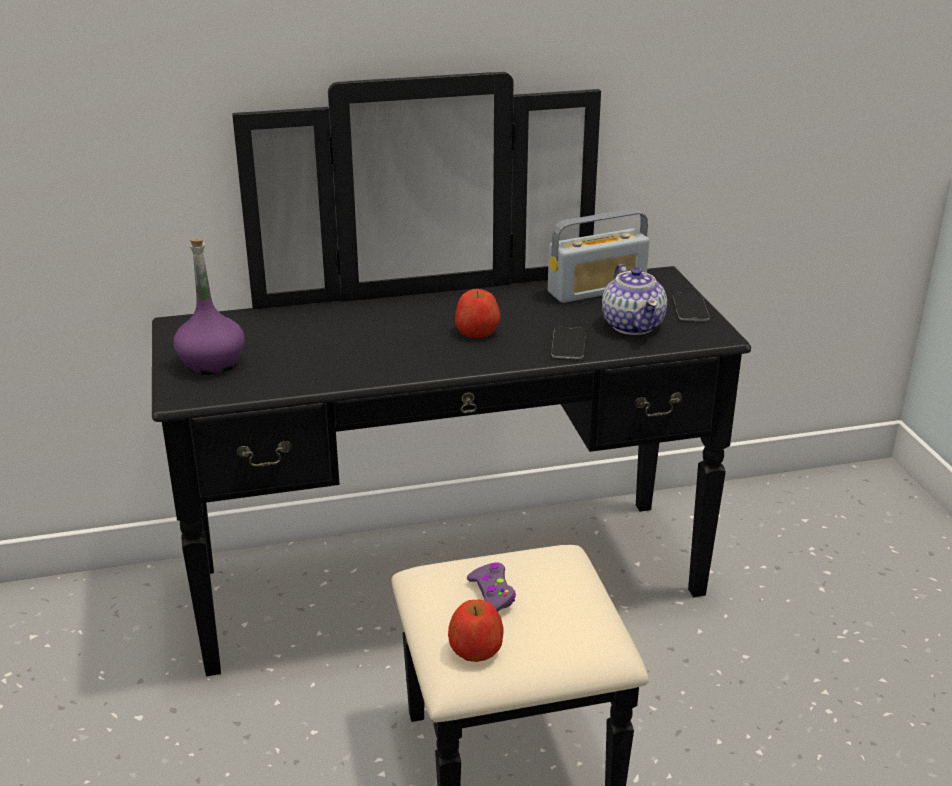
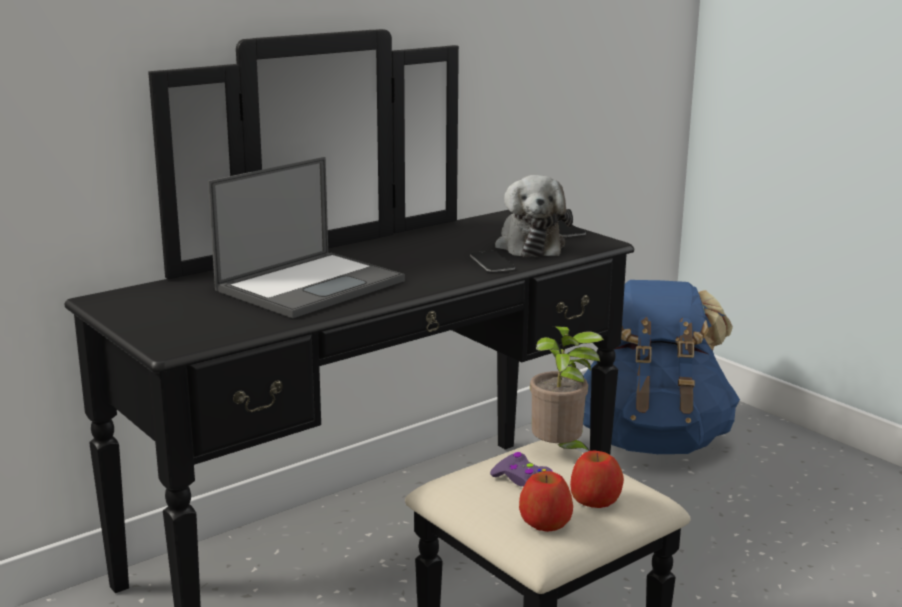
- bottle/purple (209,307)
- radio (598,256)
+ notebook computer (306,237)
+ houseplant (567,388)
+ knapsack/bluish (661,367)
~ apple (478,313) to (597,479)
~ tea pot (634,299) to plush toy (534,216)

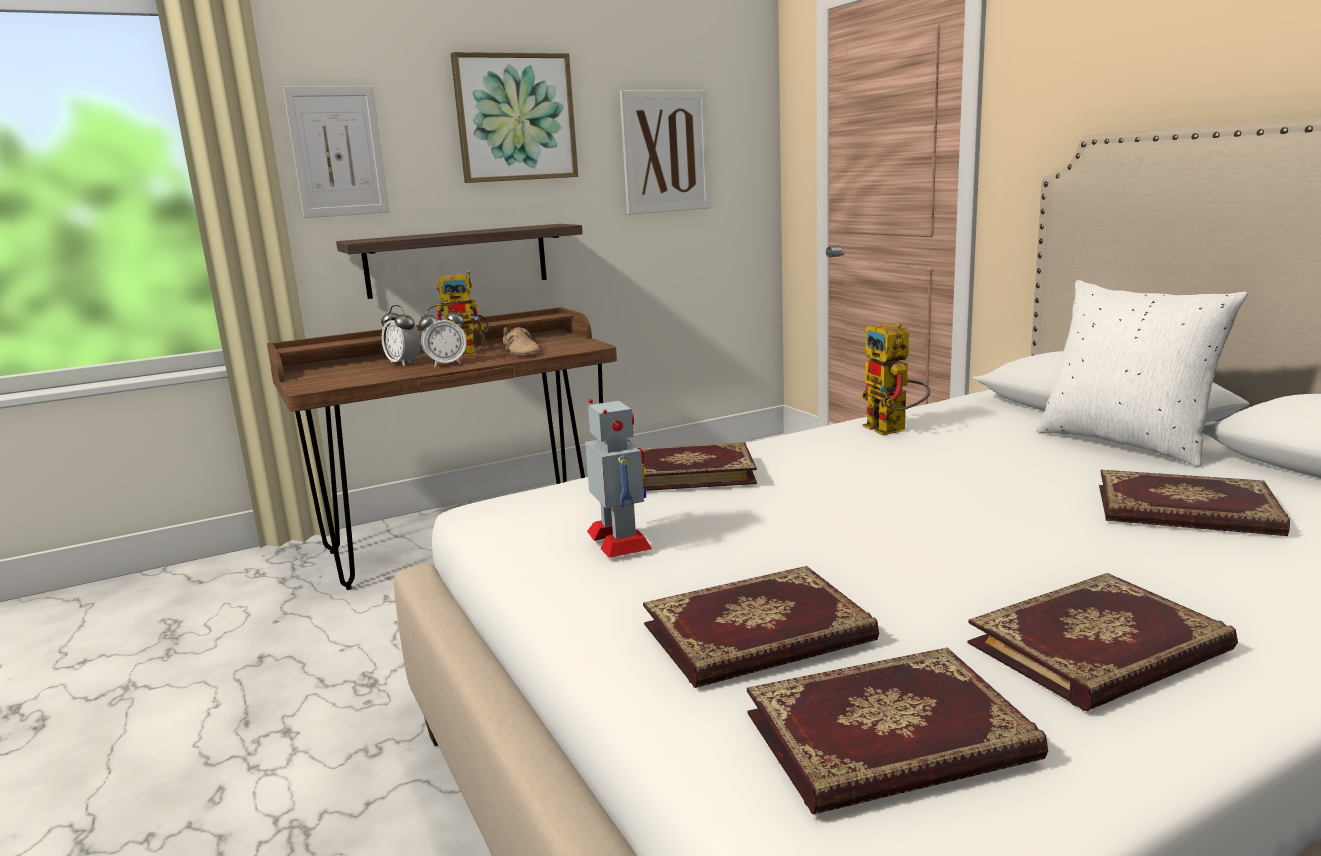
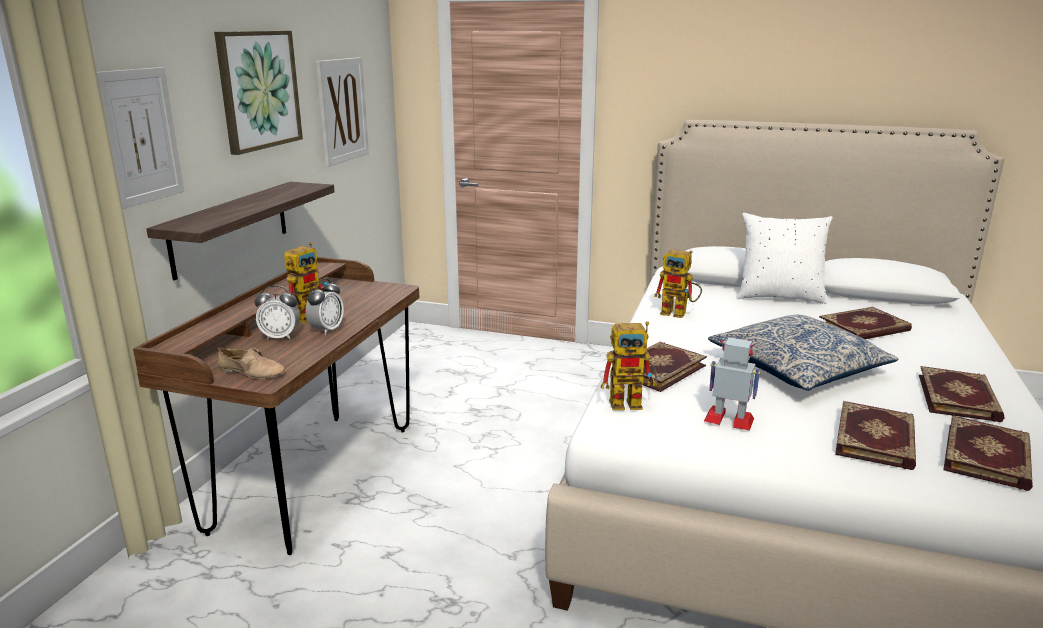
+ model robot (629,365)
+ cushion (803,353)
~ item of footwear/sand-coloured (521,341) to (251,363)

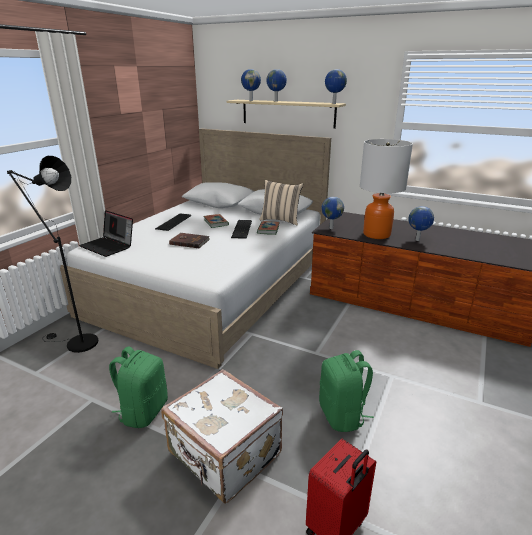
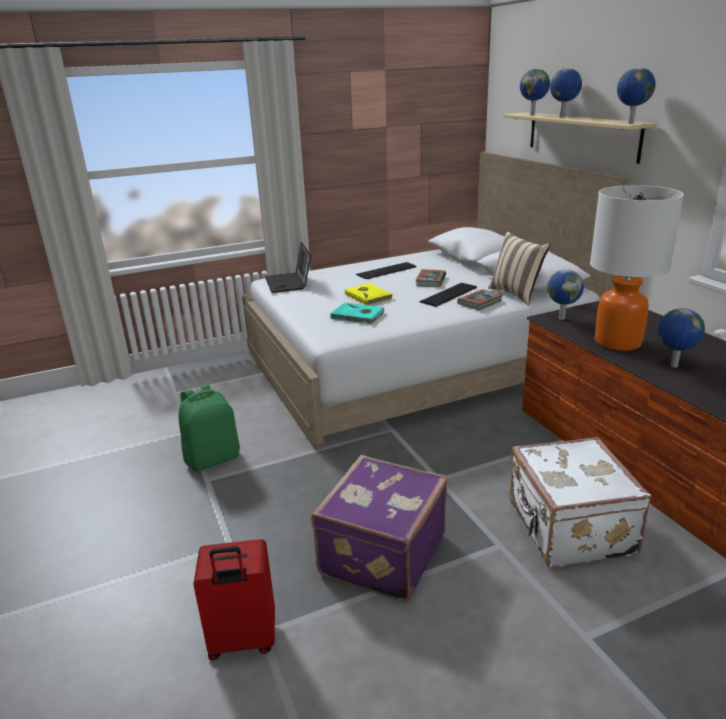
- standard lamp/black (52,254)
+ bound book/turquoise (357,313)
~ travel case/whitish (222,436) to (580,502)
~ knapsack/greenish (346,391) to travel case/purple (379,528)
~ bound book/brownish (189,240) to bound book/yellow (369,294)

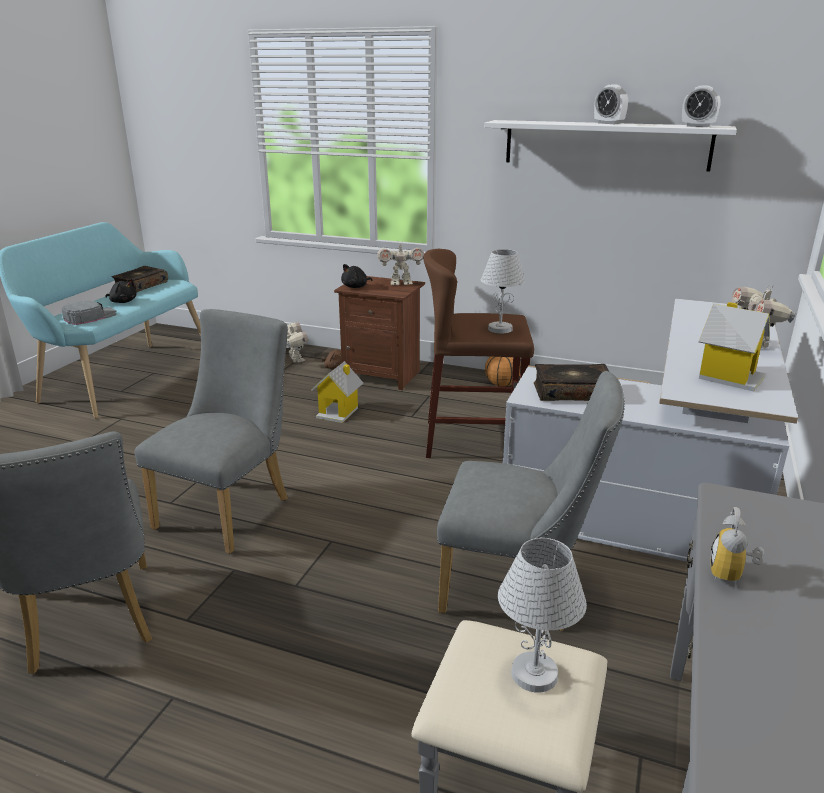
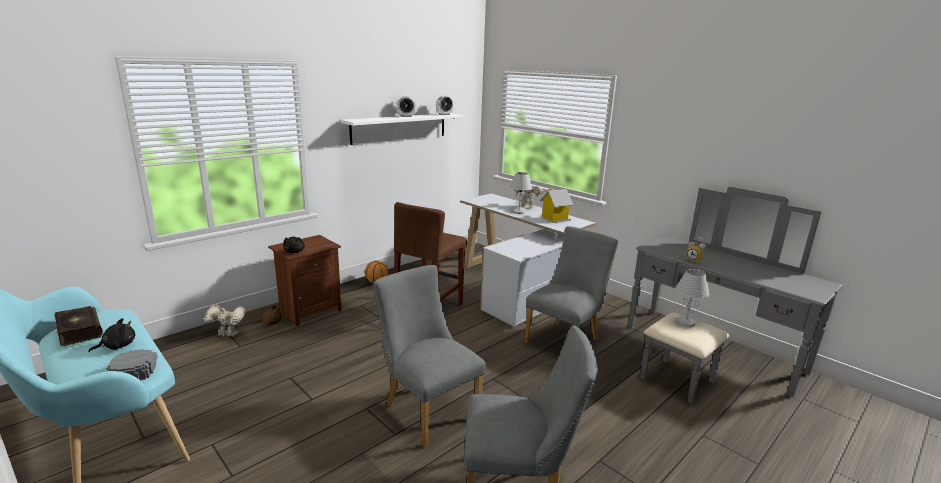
- model house (337,392)
- model robot (400,264)
- bound book (571,382)
~ tabletop lamp/whitish (503,291) to (521,193)

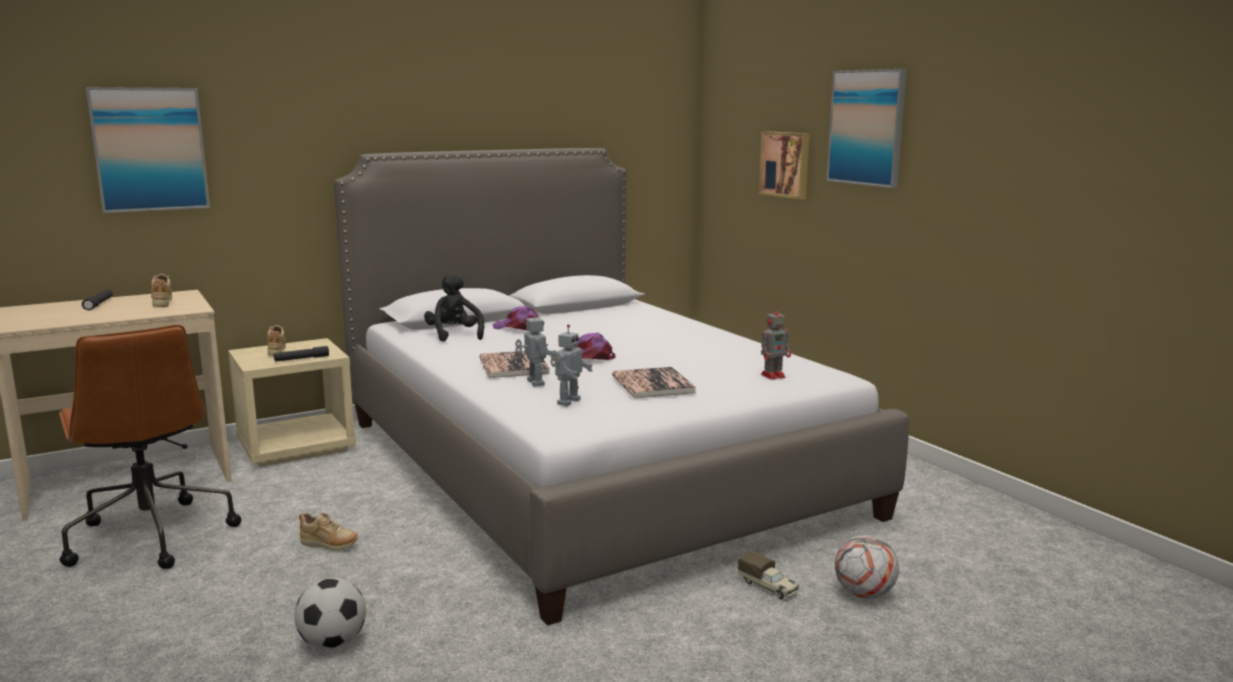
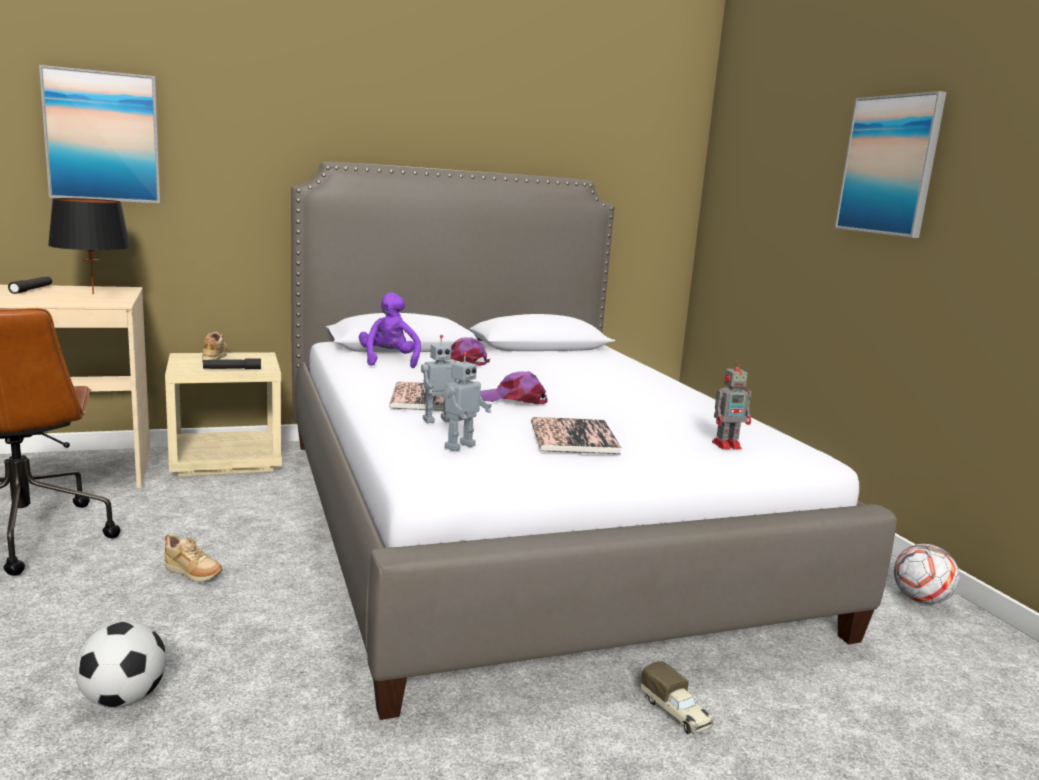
- wall picture (784,165)
~ football (867,567) to (927,574)
~ item of footwear/sand-coloured (161,290) to tabletop lamp/black (89,246)
~ plush toy/black (454,307) to plush toy/purple (390,330)
~ model robot (535,348) = (440,379) 75 degrees clockwise

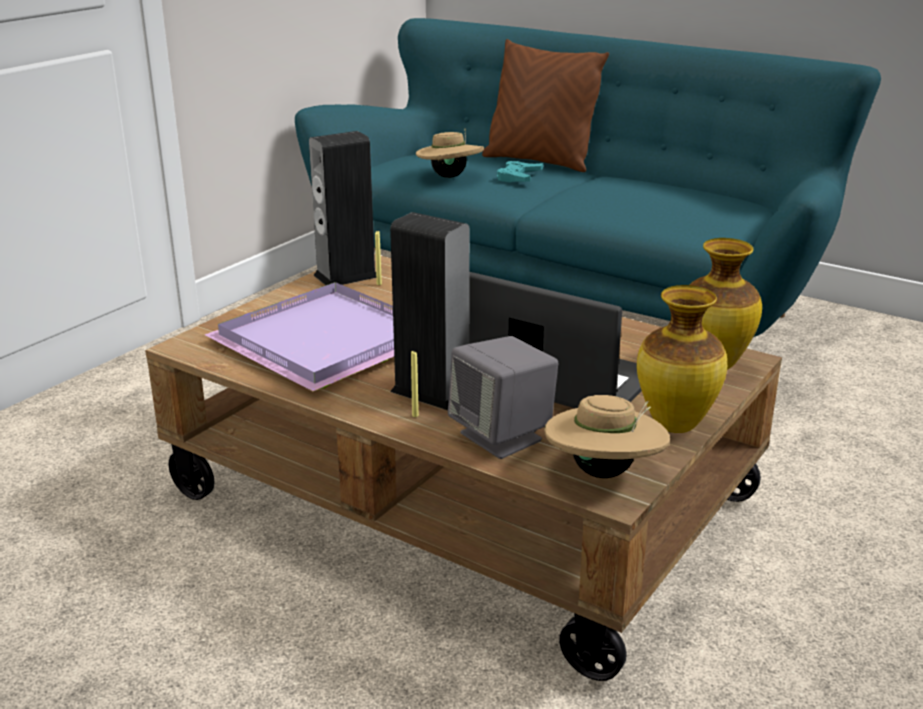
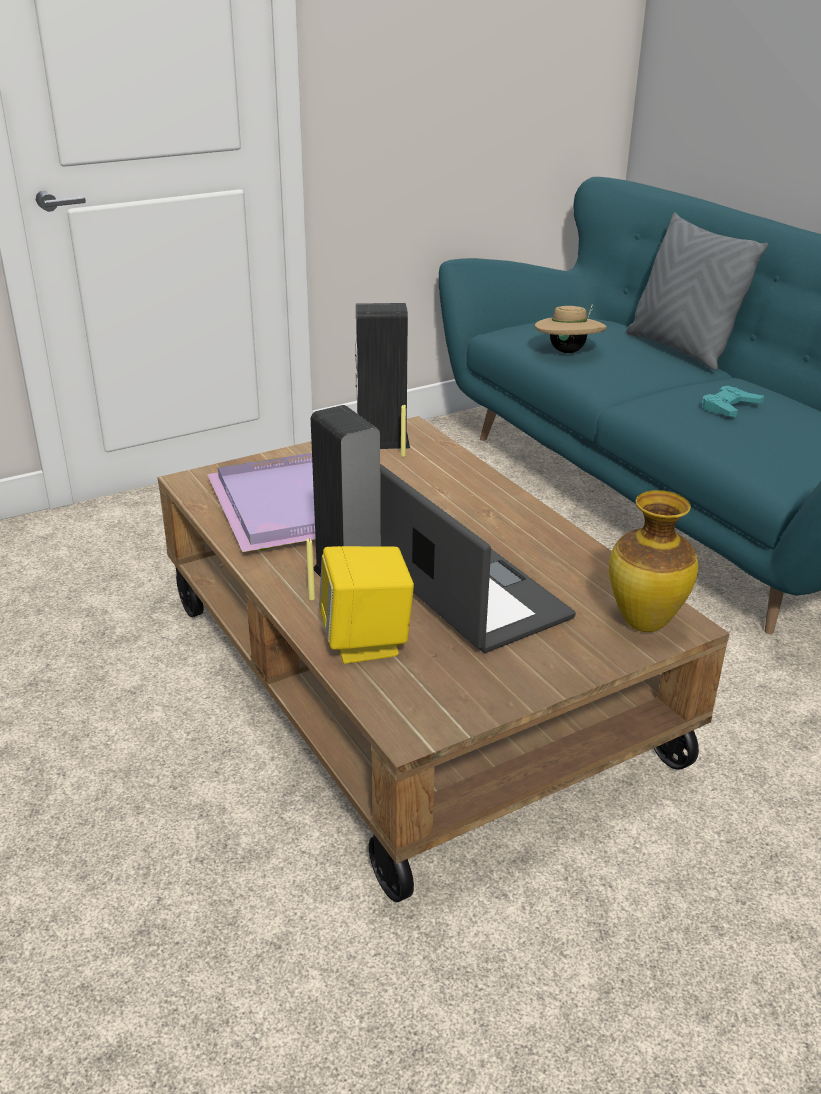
- clothing hat/sand-coloured (607,436)
- decorative vase (682,359)
~ gamepad/turquoise (520,171) to (733,401)
~ audio speaker/greyish (503,397) to audio speaker/yellow (366,605)
~ cushion/brownish (545,105) to cushion/greyish (697,291)

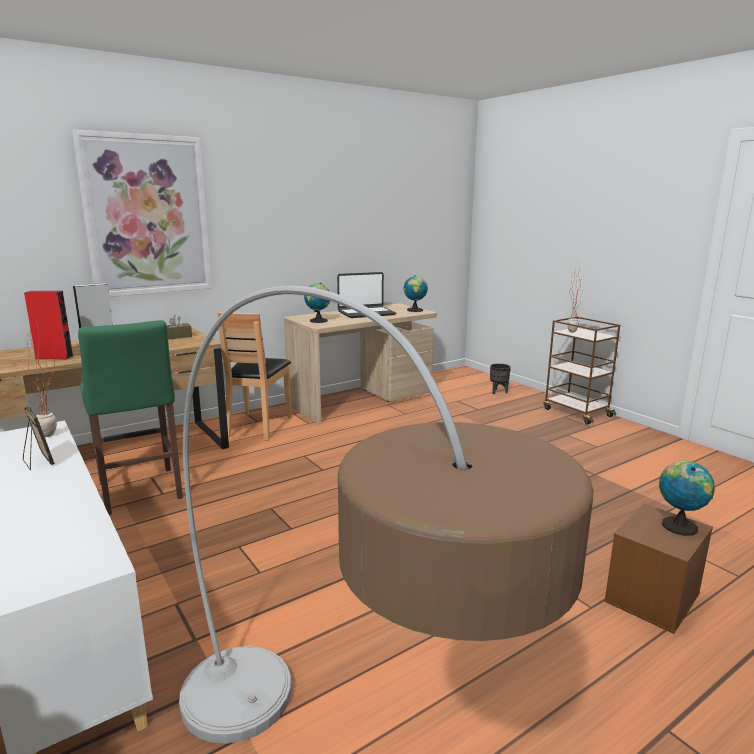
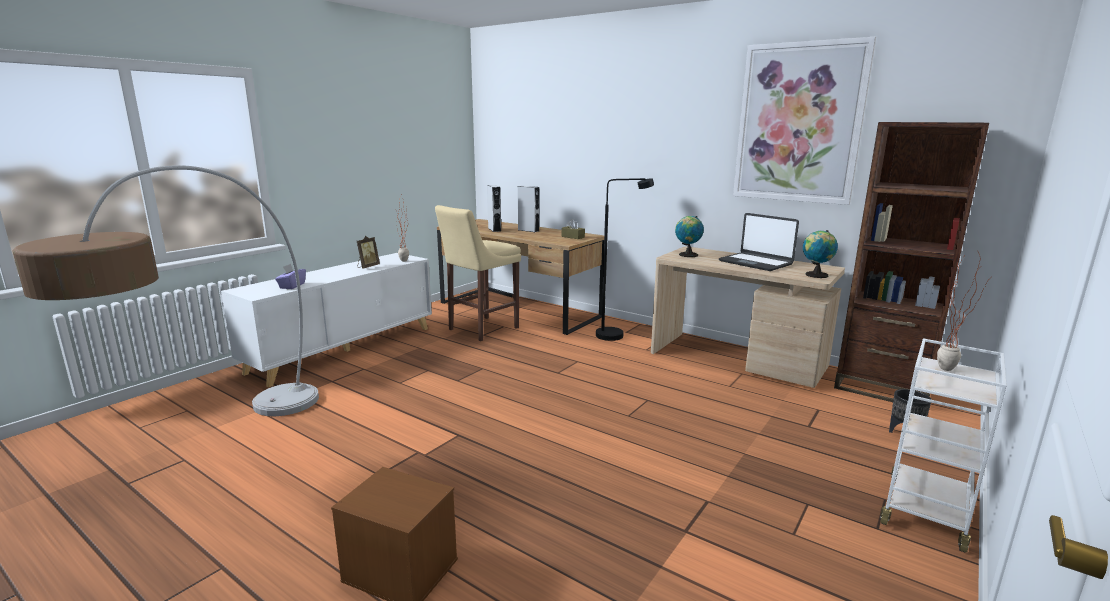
- world globe (687,498)
+ tissue box/purple (290,276)
+ bookcase/brownish (911,262)
~ wall picture (142,213) to (804,121)
~ plain chair/brownish (255,376) to standard lamp/black (625,259)
~ audio speaker/reddish (48,325) to audio speaker/greyish (494,208)
~ sitting stool/greenish (130,417) to sitting stool/sand-coloured (478,273)
~ cart/brownish (582,370) to cart/whitish (943,445)

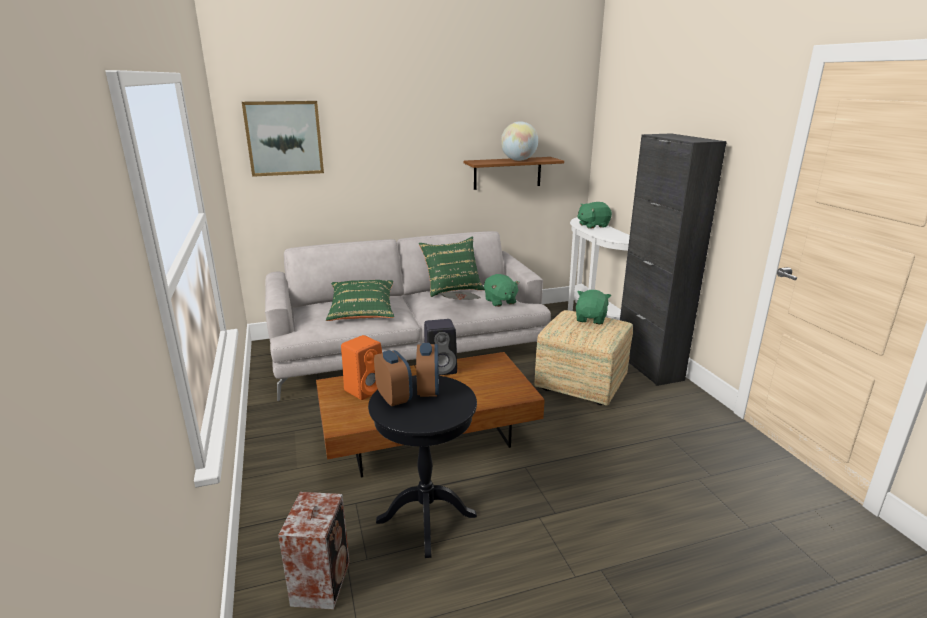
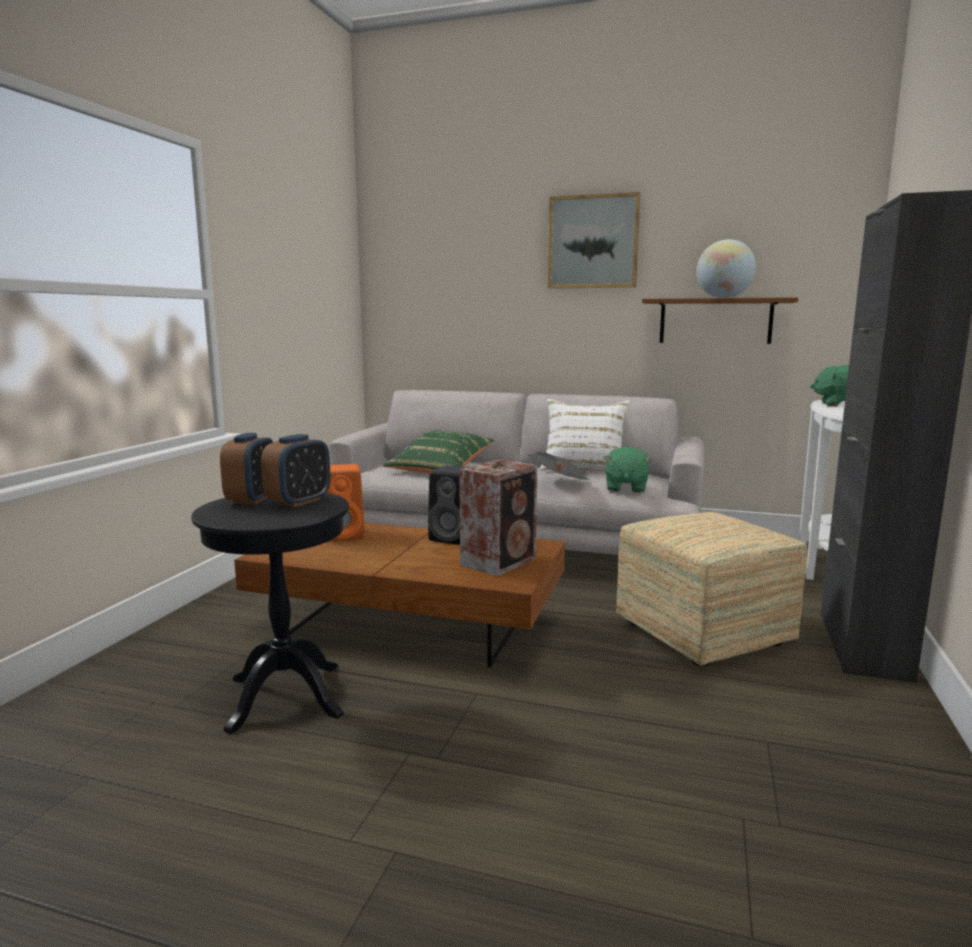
- plush toy/greenish (593,307)
~ wall picture (283,139) to (594,240)
~ audio speaker (314,550) to (498,517)
~ cushion/greenish (452,267) to cushion/whitish (585,435)

